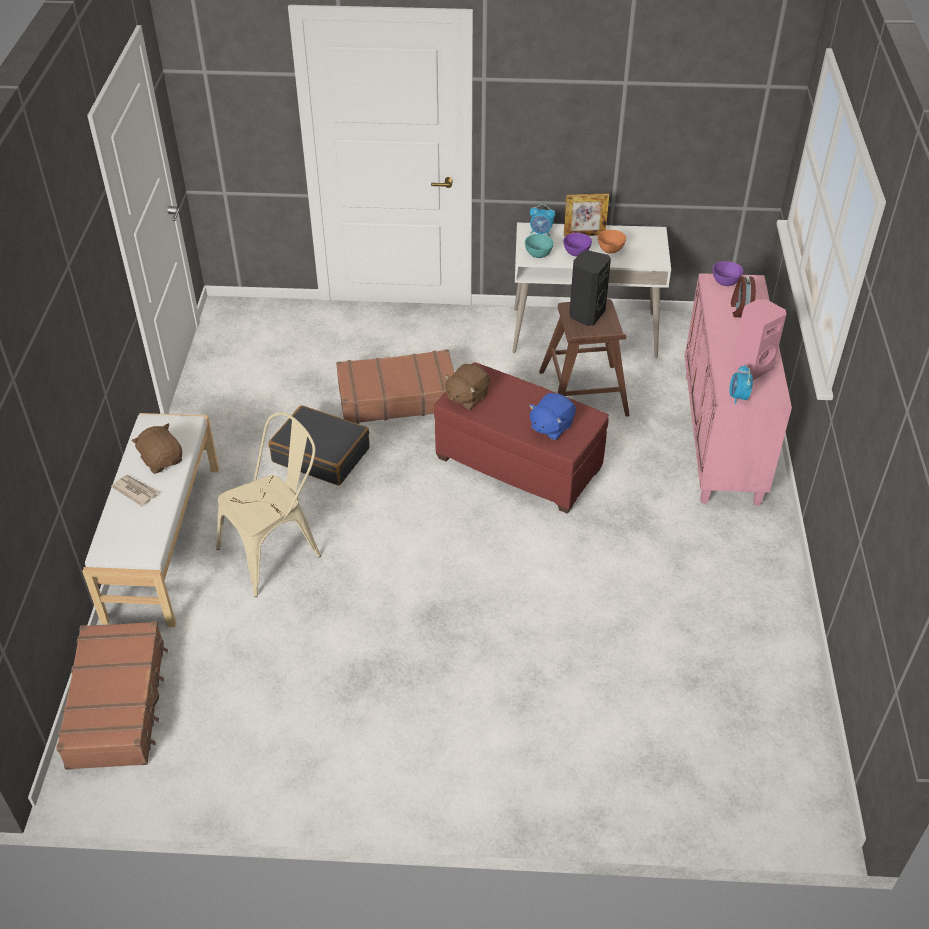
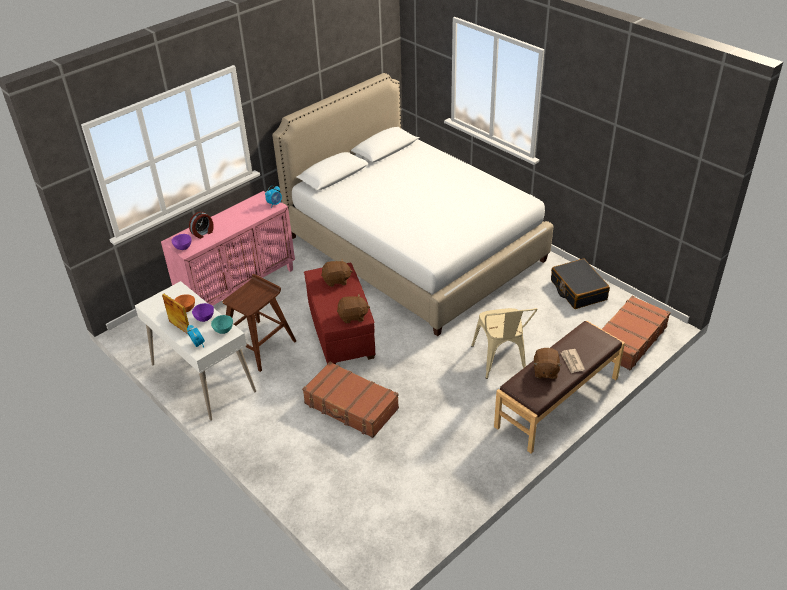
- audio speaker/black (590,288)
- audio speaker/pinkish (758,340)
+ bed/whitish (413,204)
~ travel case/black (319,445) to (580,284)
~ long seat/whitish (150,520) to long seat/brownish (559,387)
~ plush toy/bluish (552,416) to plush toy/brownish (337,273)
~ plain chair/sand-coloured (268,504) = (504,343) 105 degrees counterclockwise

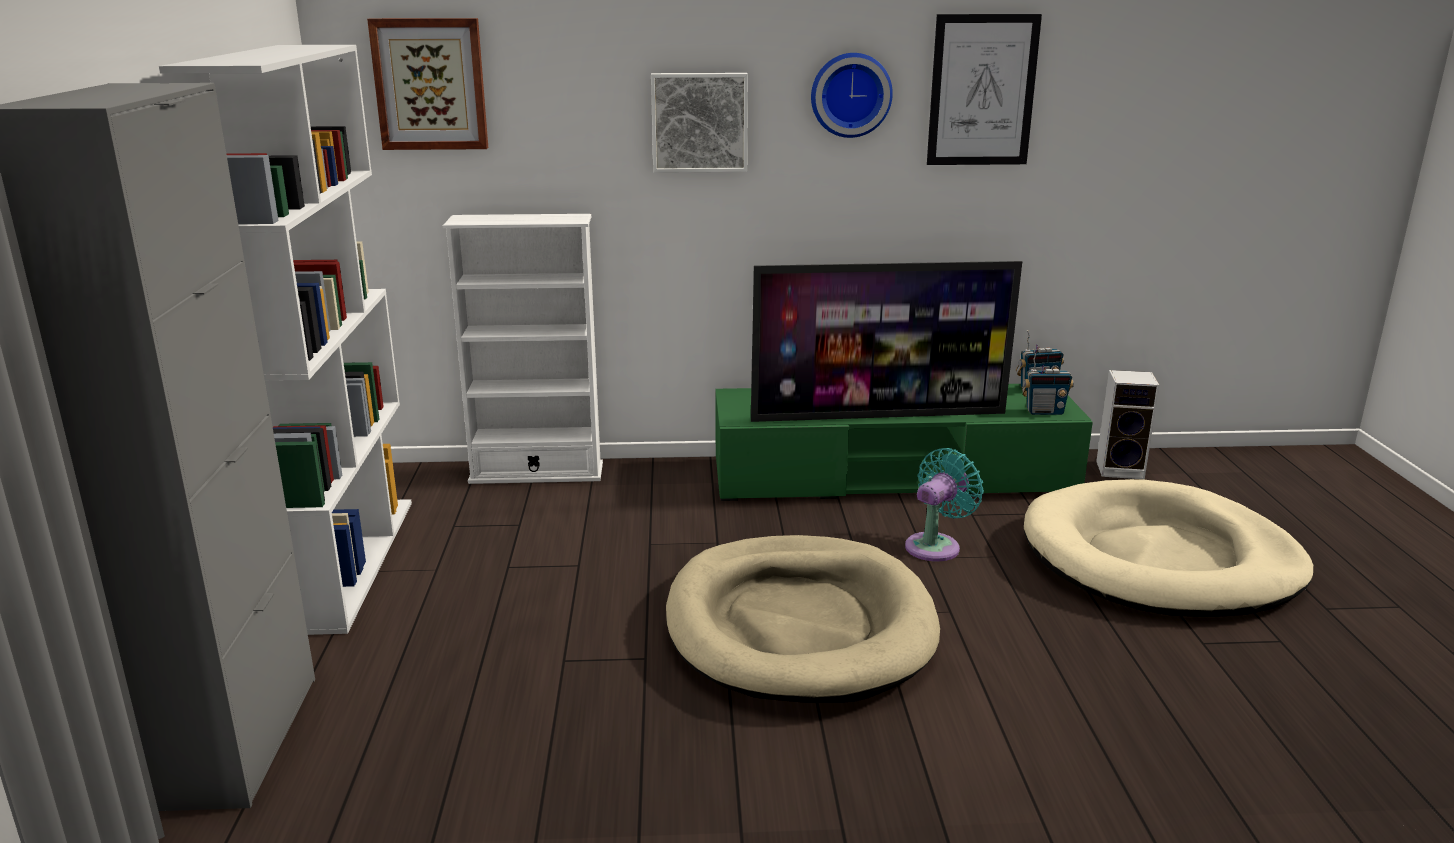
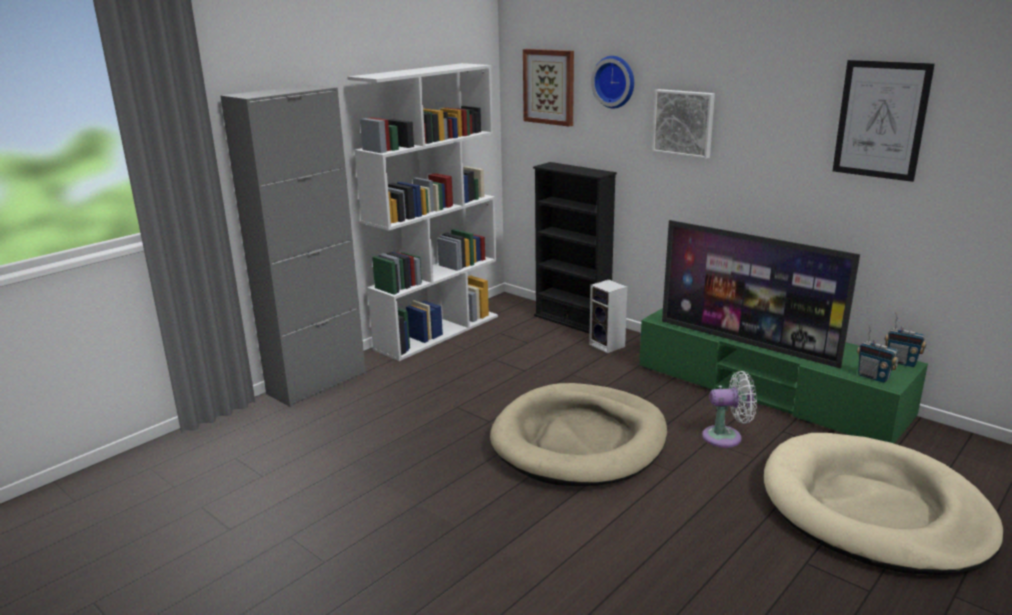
~ clock on the wall (852,95) to (612,82)
~ audio speaker (1127,424) to (608,316)
~ bookcase/whitish (523,349) to bookcase/black (575,248)
~ electric fan/turquoise (944,504) to electric fan/whitish (729,409)

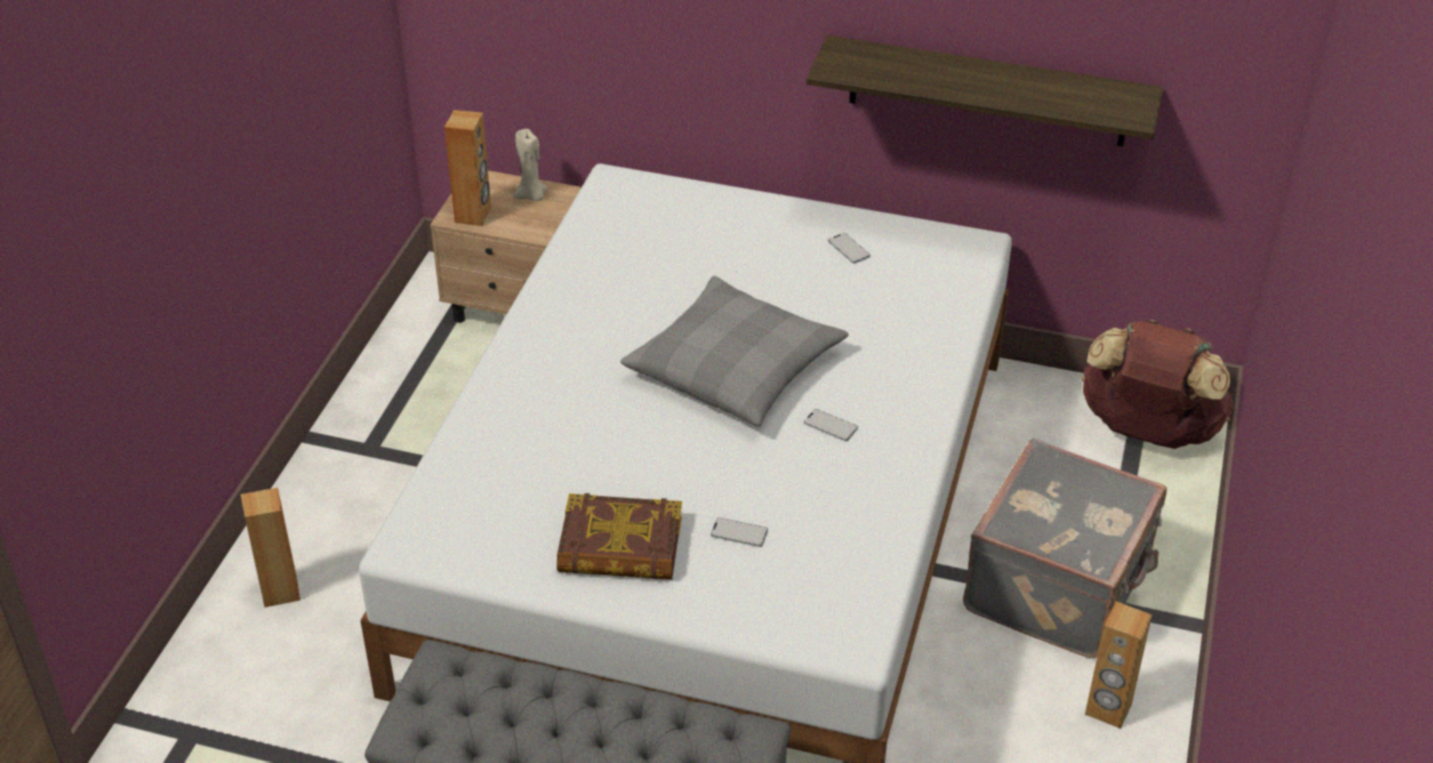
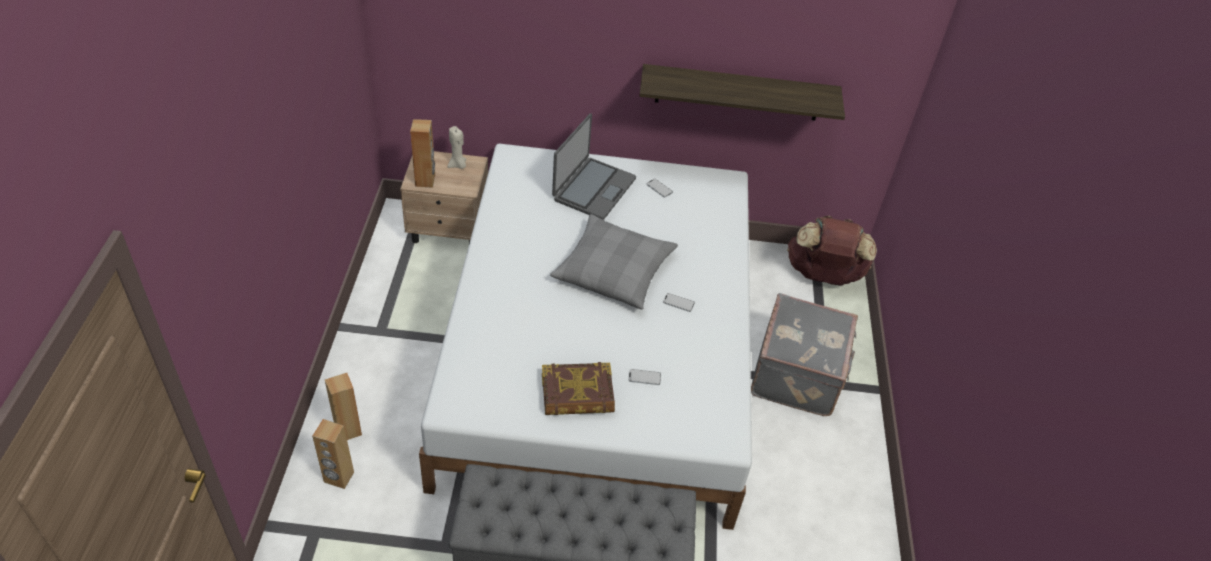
+ notebook computer (594,166)
~ audio speaker/brownish (1118,665) to (333,454)

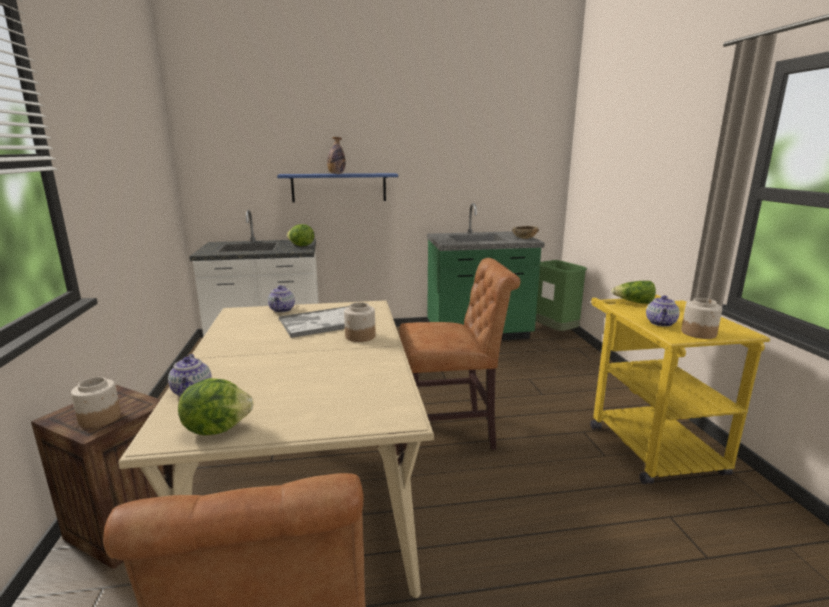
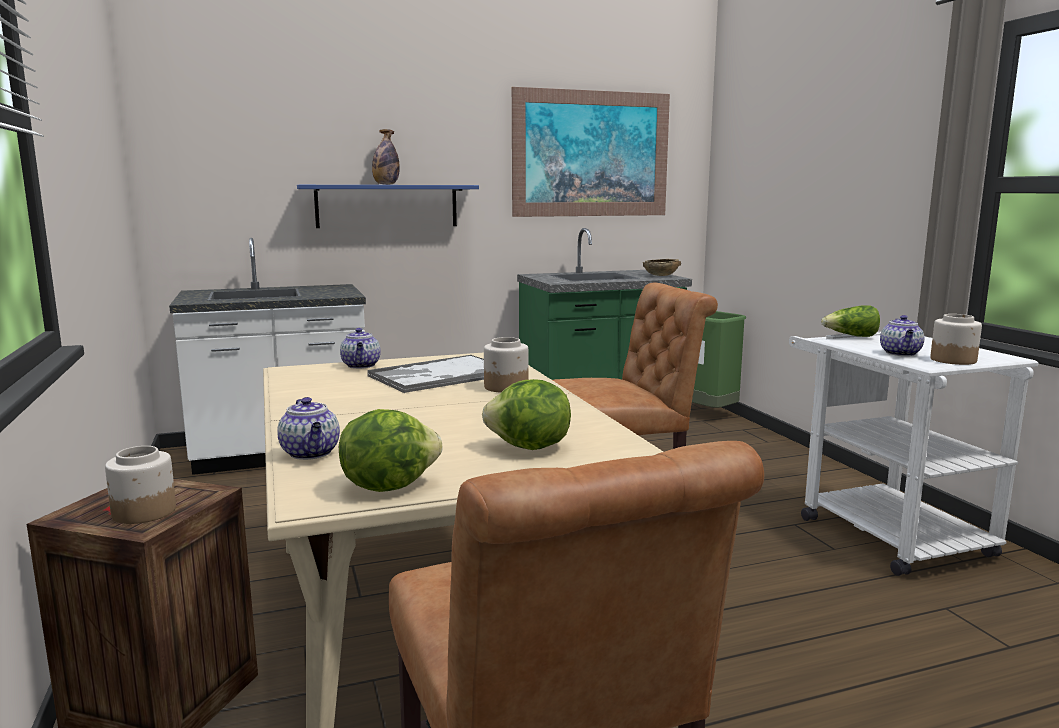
+ wall picture (591,152)
~ head of lettuce (300,235) to (526,414)
~ cart/yellow (680,389) to cart/whitish (913,453)

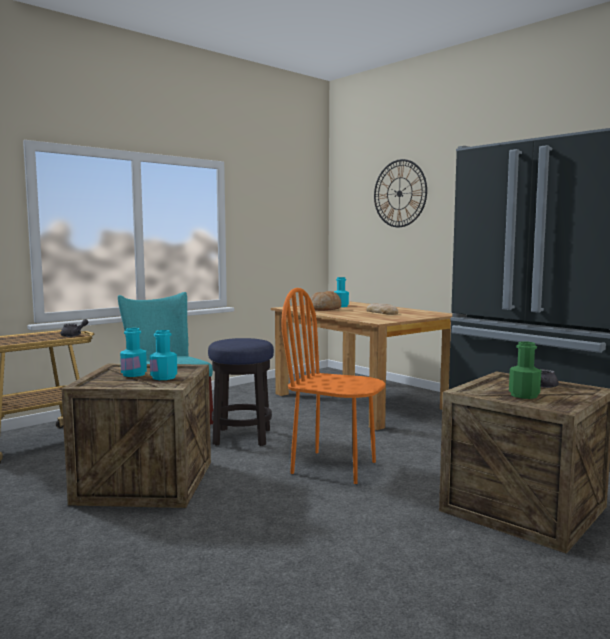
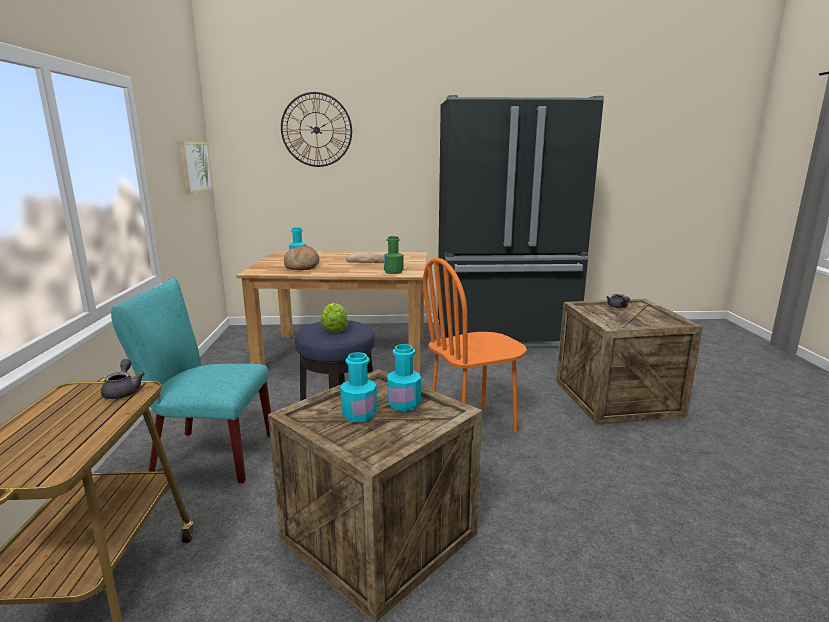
+ wall picture (196,168)
+ head of lettuce (334,318)
~ bottle/greenish (525,370) to (393,255)

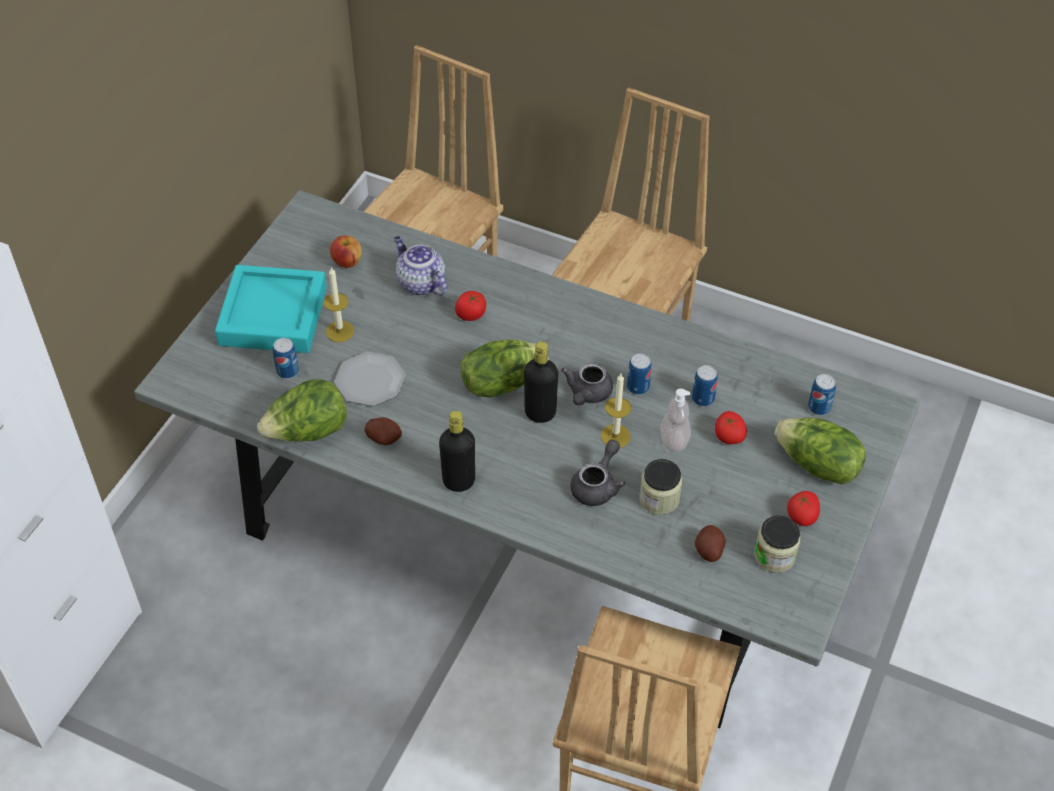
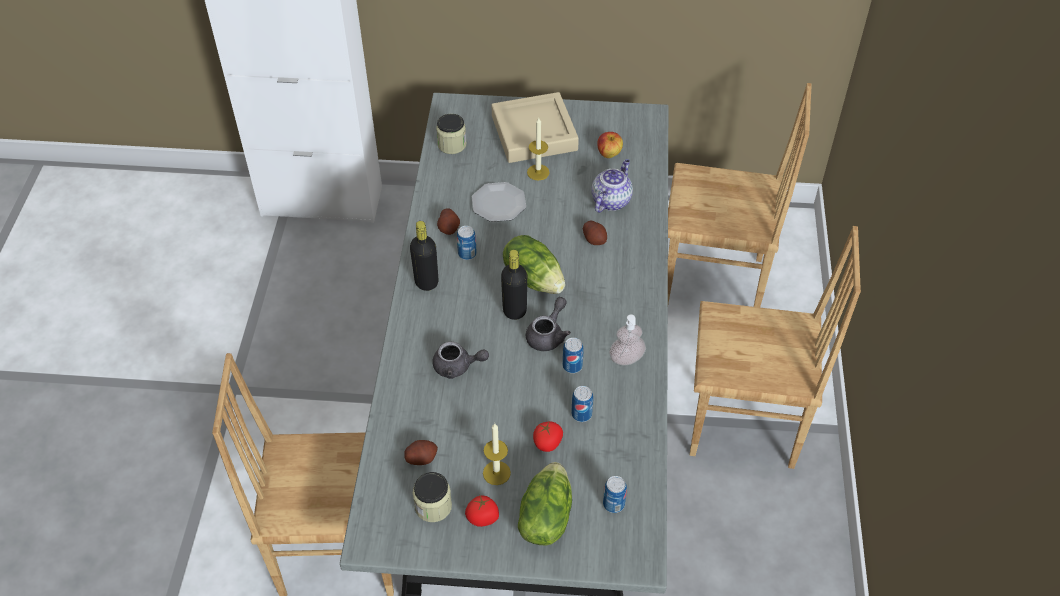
- head of lettuce (302,410)
~ sealed can (286,358) to (467,243)
~ wax light (616,411) to (497,454)
~ preserve jar (660,487) to (451,134)
~ soap dispenser (675,420) to (627,339)
~ fresh tomato (470,306) to spud (595,233)
~ tray/turquoise (271,309) to tray/sand-coloured (535,127)
~ tea pot/greyish (587,384) = (548,324) 120 degrees clockwise

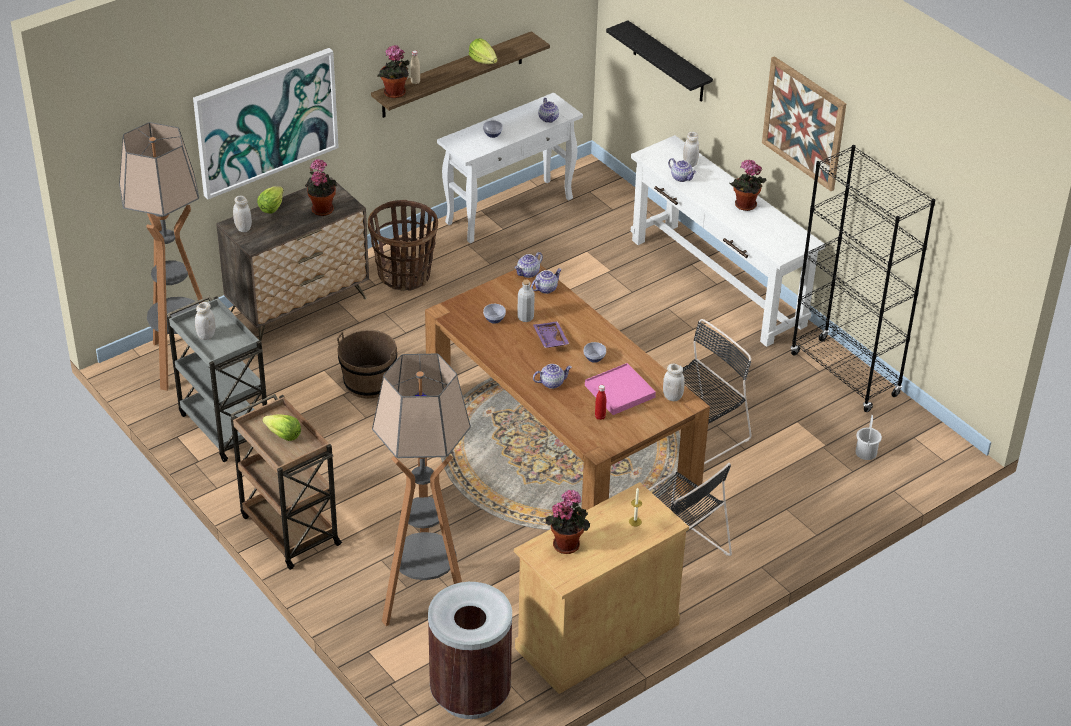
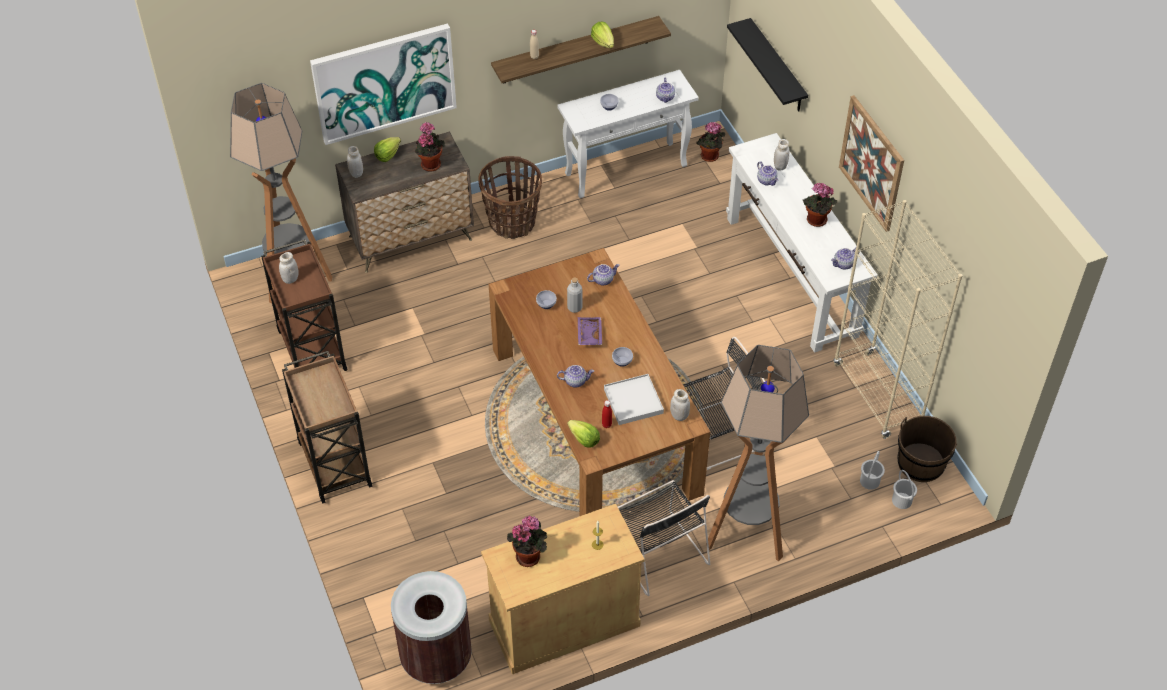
+ bucket/whitish (904,489)
~ head of lettuce (281,427) to (584,434)
~ bucket/brownish (367,364) to (927,449)
~ standard lamp (421,490) to (757,453)
~ houseplant (393,71) to (710,142)
~ tea pot (529,265) to (845,258)
~ cart/greyish (217,379) to cart/brownish (304,305)
~ tray/pinkish (620,389) to tray/whitish (634,399)
~ bookcase/black (863,278) to bookcase/sand-coloured (898,319)

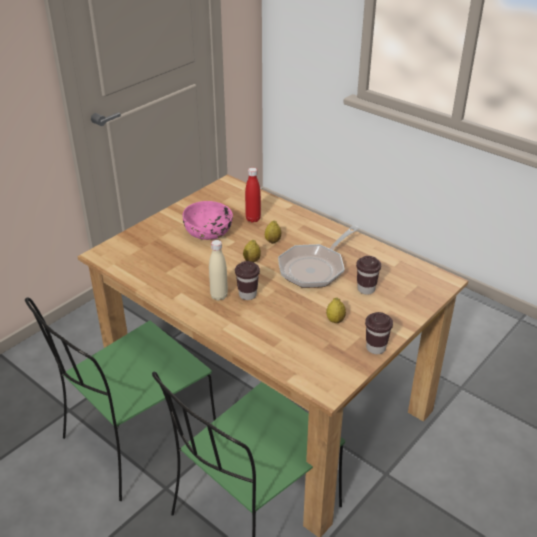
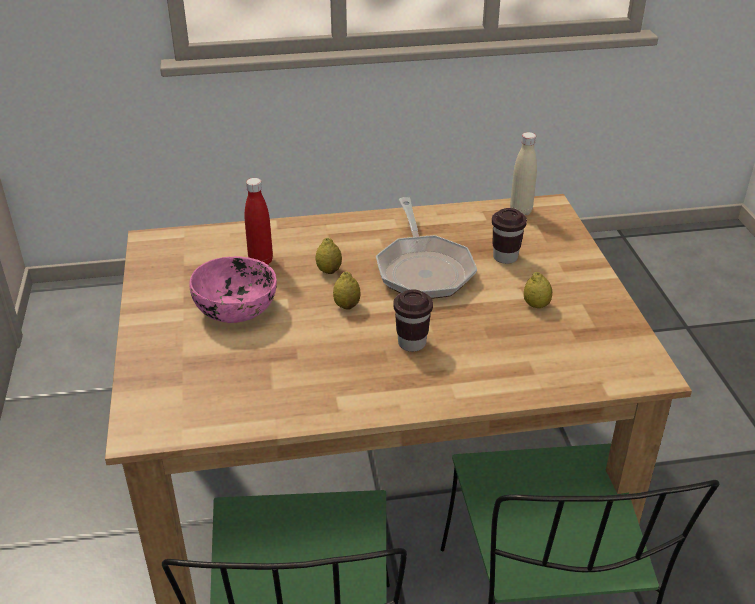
- small cup/brownish (379,333)
~ bottle/sand-coloured (218,270) to (523,173)

